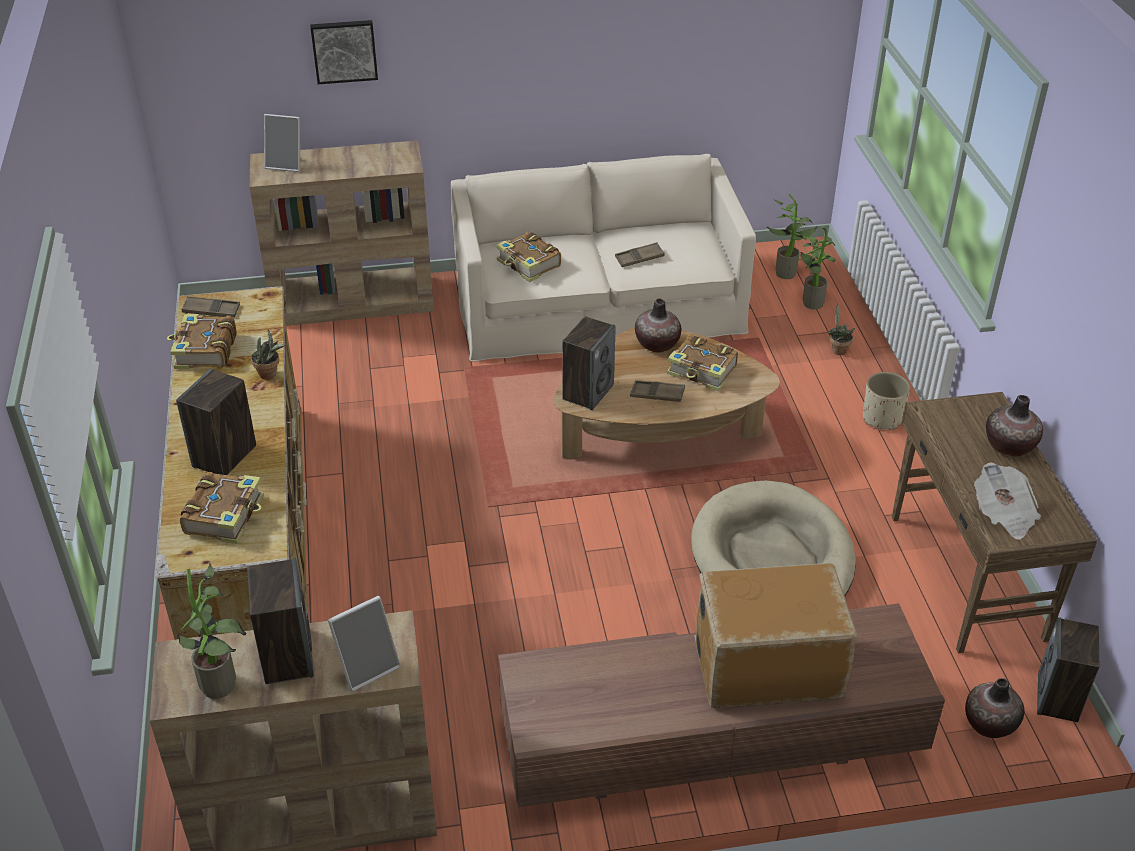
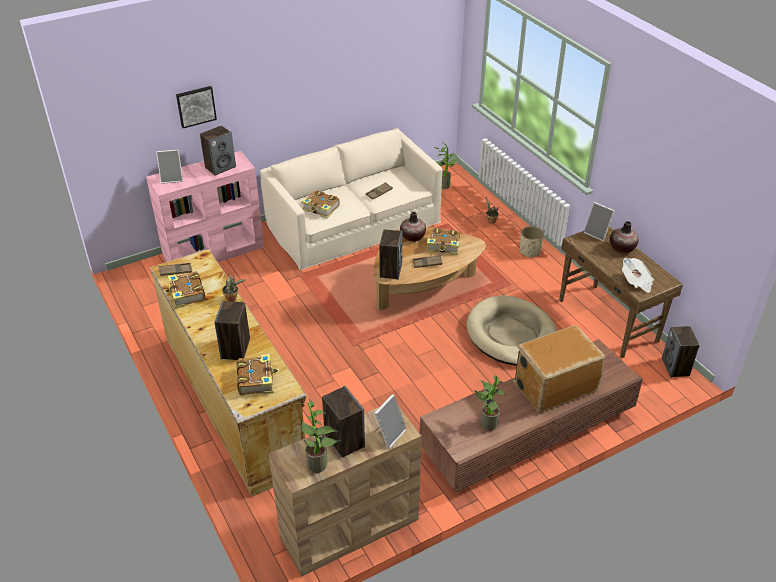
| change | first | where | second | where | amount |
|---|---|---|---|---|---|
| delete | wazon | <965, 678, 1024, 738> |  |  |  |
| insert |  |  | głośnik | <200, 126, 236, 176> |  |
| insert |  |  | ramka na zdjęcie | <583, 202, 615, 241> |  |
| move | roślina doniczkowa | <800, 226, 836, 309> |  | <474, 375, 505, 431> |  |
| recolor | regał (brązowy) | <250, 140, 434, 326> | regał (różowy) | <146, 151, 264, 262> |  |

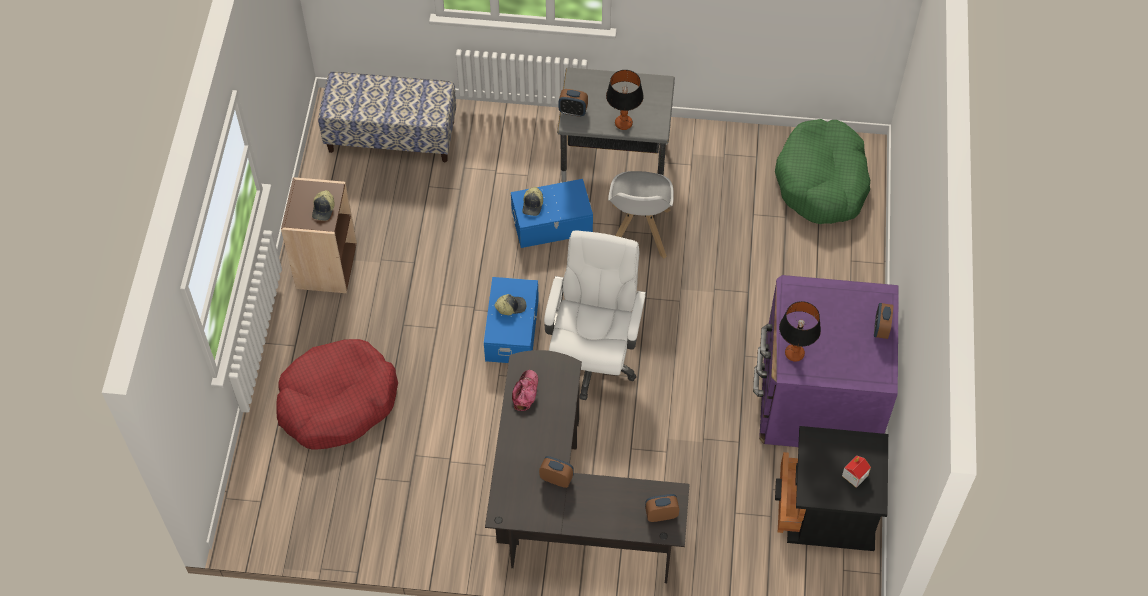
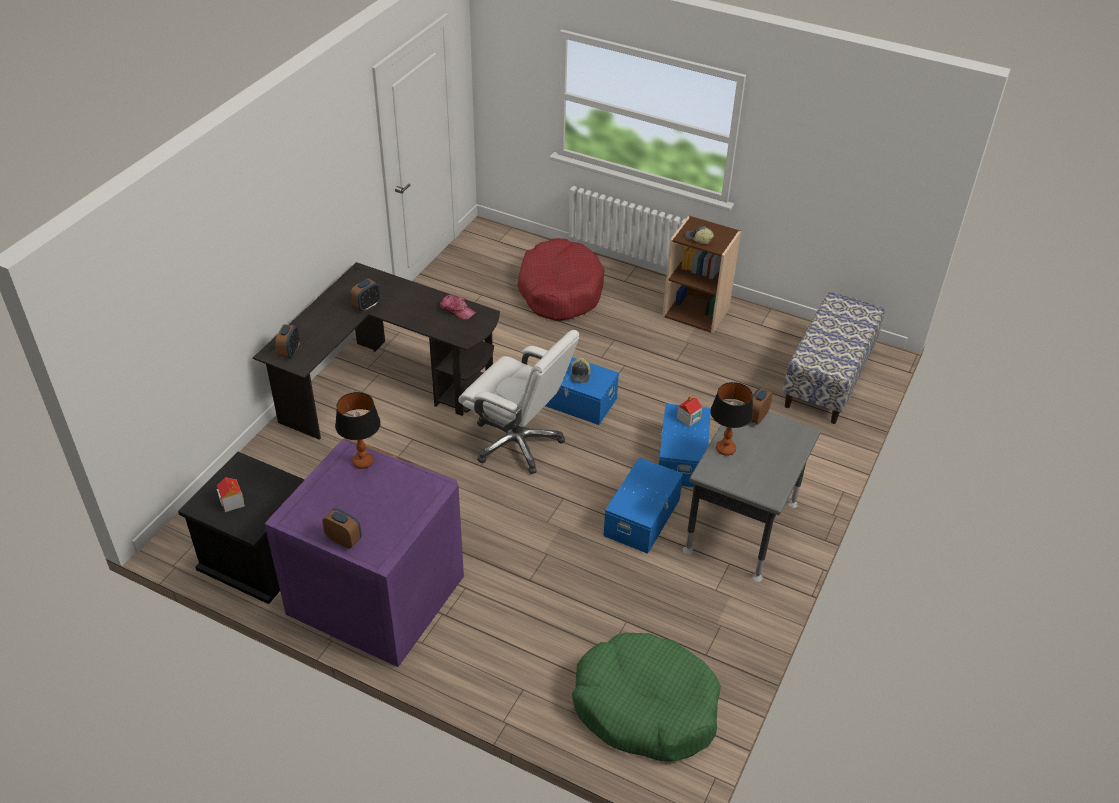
| change | first | where | second | where | amount |
|---|---|---|---|---|---|
| replace | czapka z daszkiem | <523, 187, 543, 216> | domek | <677, 395, 702, 427> |  |
| replace | krzesło | <608, 171, 674, 259> | pojemnik do przechowywania (niebieski) | <603, 457, 683, 554> |  |

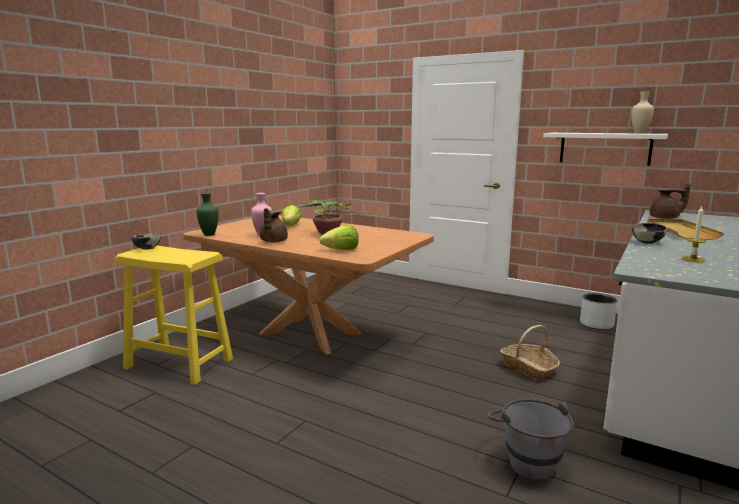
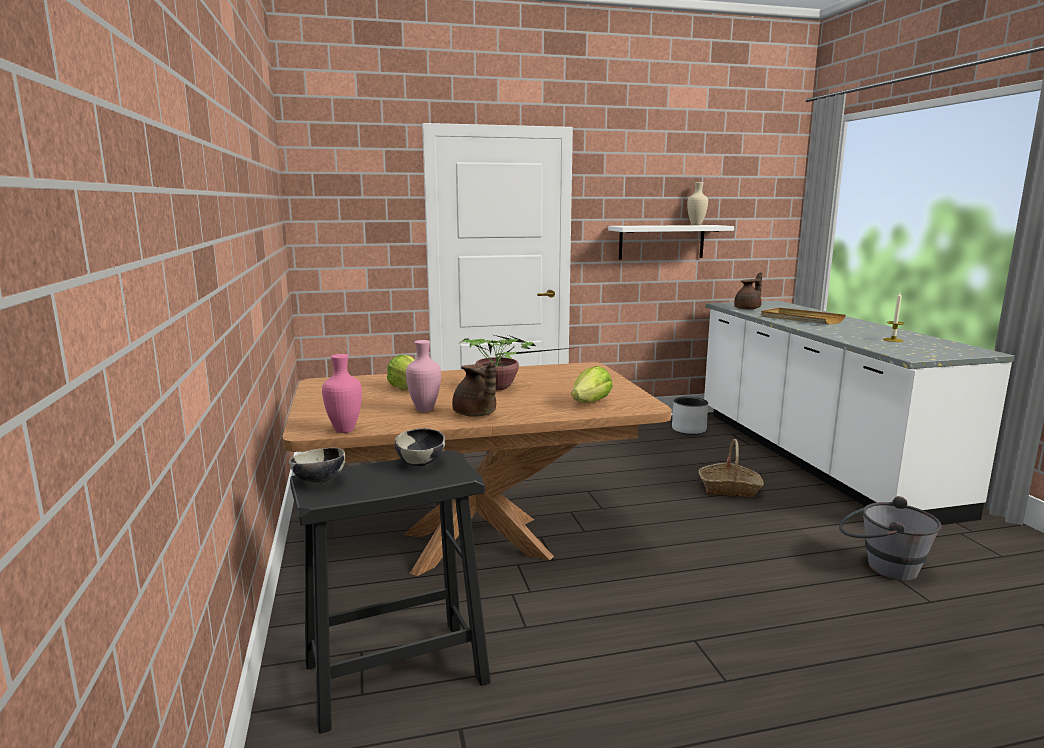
| change | first | where | second | where | amount |
|---|---|---|---|---|---|
| move | miska | <632, 223, 667, 244> |  | <395, 428, 445, 466> |  |
| recolor | stołek (żółty) | <115, 246, 233, 385> | stołek (czarny) | <290, 451, 491, 734> |  |
| recolor | wazon (zielony) | <197, 193, 219, 236> | wazon (różowy) | <322, 354, 362, 433> |  |

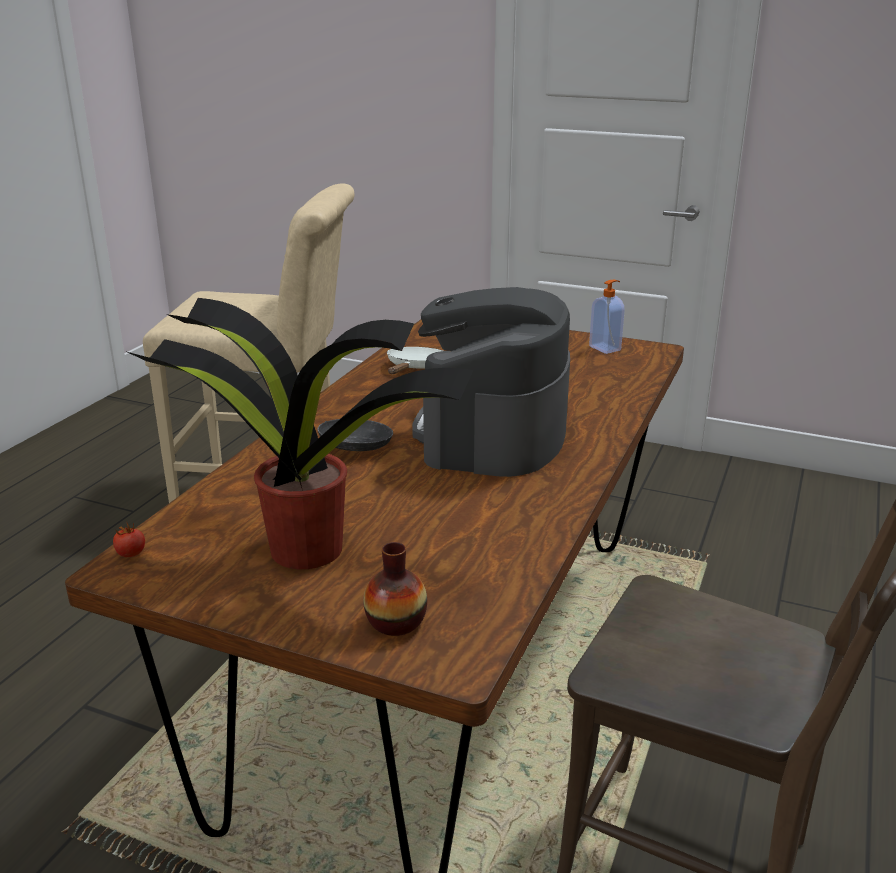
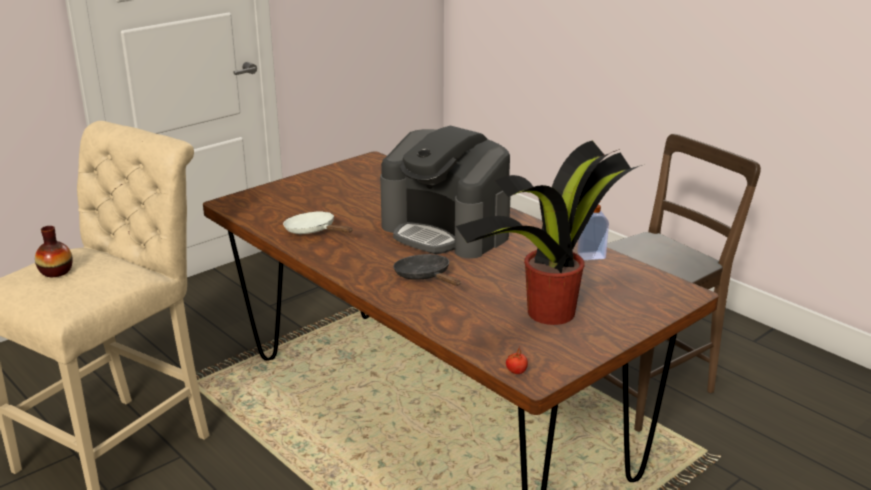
| change | first | where | second | where | amount |
|---|---|---|---|---|---|
| move | wazon | <363, 542, 427, 636> |  | <35, 226, 73, 277> |  |
| move | dozownik mydła | <589, 280, 625, 354> |  | <577, 204, 609, 260> |  |

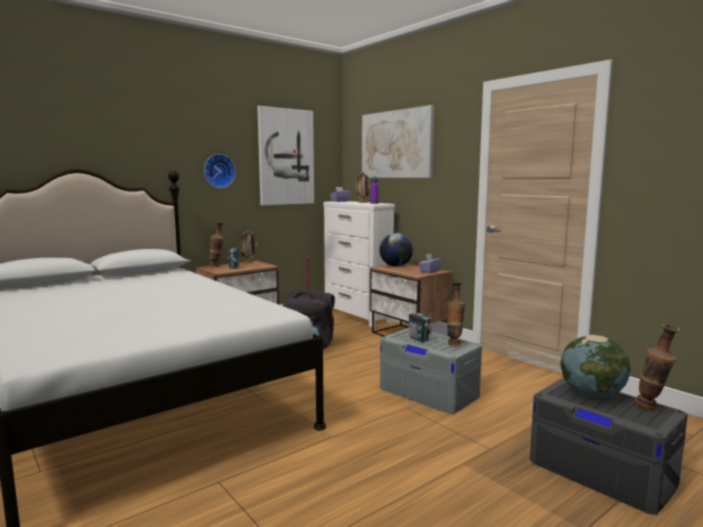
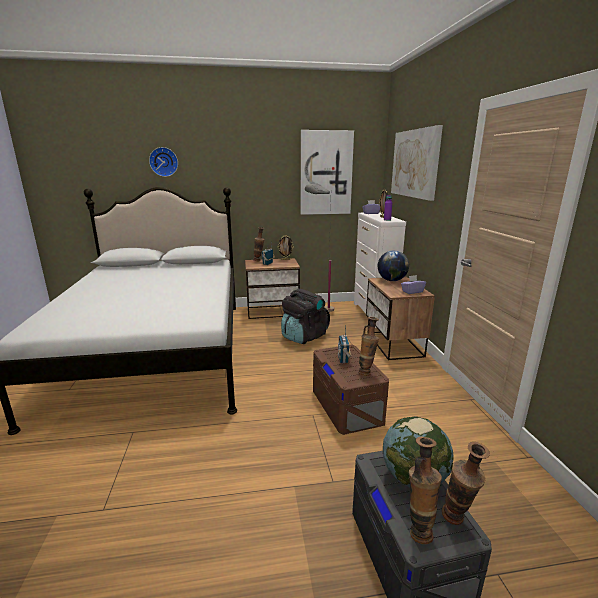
| change | first | where | second | where | amount |
|---|---|---|---|---|---|
| insert |  |  | wazon | <409, 436, 442, 544> |  |
| move | zegar ścienny | <204, 154, 236, 188> |  | <149, 147, 178, 177> |  |
| recolor | pojemnik do przechowywania (szary) | <380, 328, 482, 414> | pojemnik do przechowywania (brązowy) | <313, 345, 389, 435> |  |

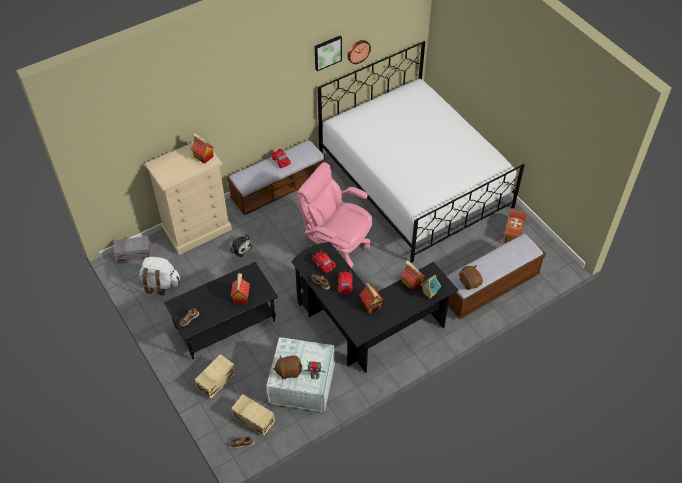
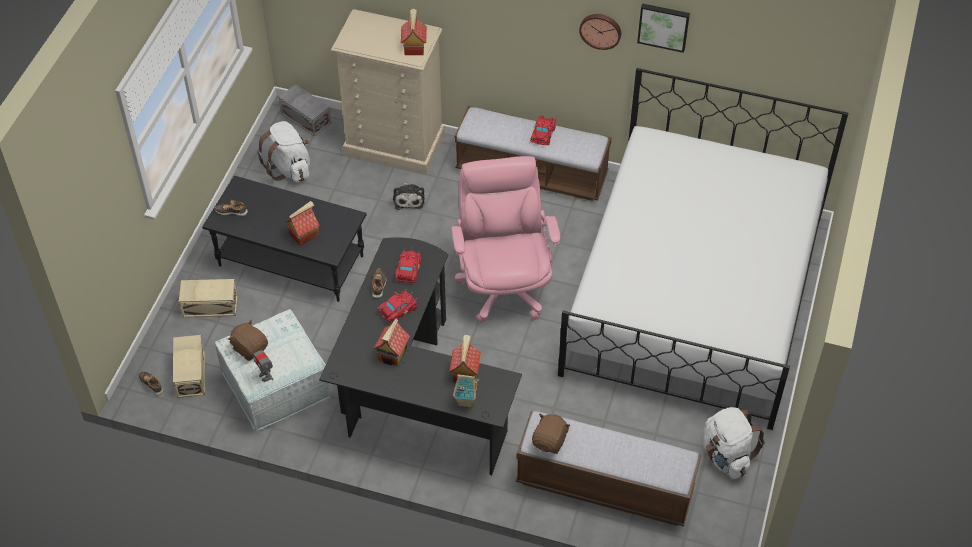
| change | first | where | second | where | amount |
|---|---|---|---|---|---|
| move | zegar ścienny | <347, 40, 371, 64> |  | <579, 14, 621, 50> |  |
| replace | pojemnik do przechowywania (brązowy) | <502, 209, 527, 244> | plecak (biały) | <703, 407, 765, 479> |  |

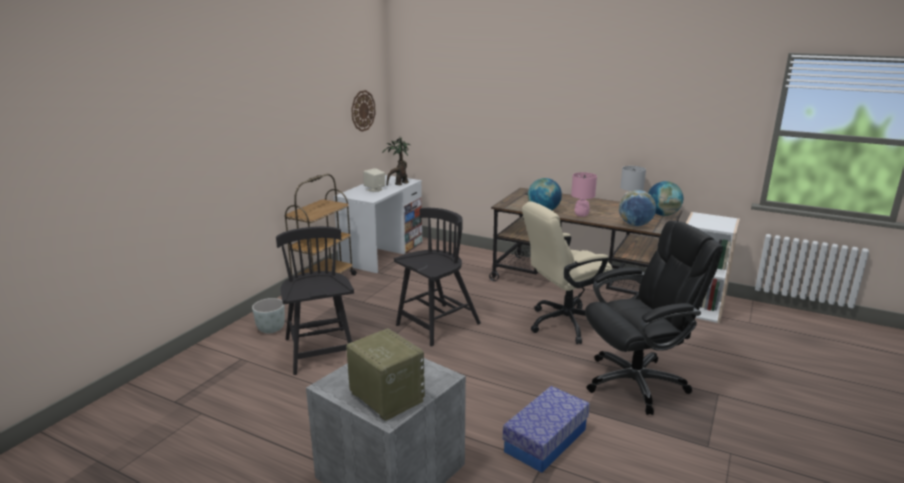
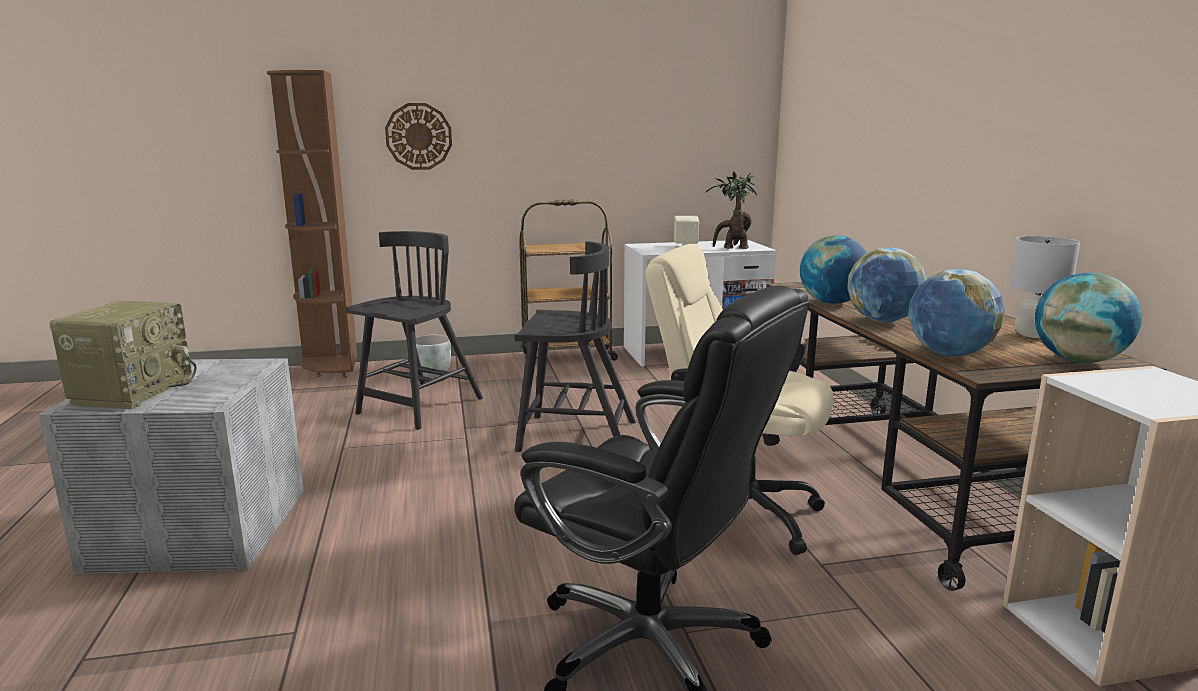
| change | first | where | second | where | amount |
|---|---|---|---|---|---|
| delete | pojemnik do przechowywania | <502, 386, 590, 473> |  |  |  |
| insert |  |  | regał (brązowy) | <267, 70, 357, 378> |  |
| move | zegar ścienny | <351, 90, 376, 132> |  | <385, 103, 452, 170> |  |
| replace | lampa stołowa (różowy) | <571, 172, 597, 217> | globus | <847, 247, 927, 322> |  |

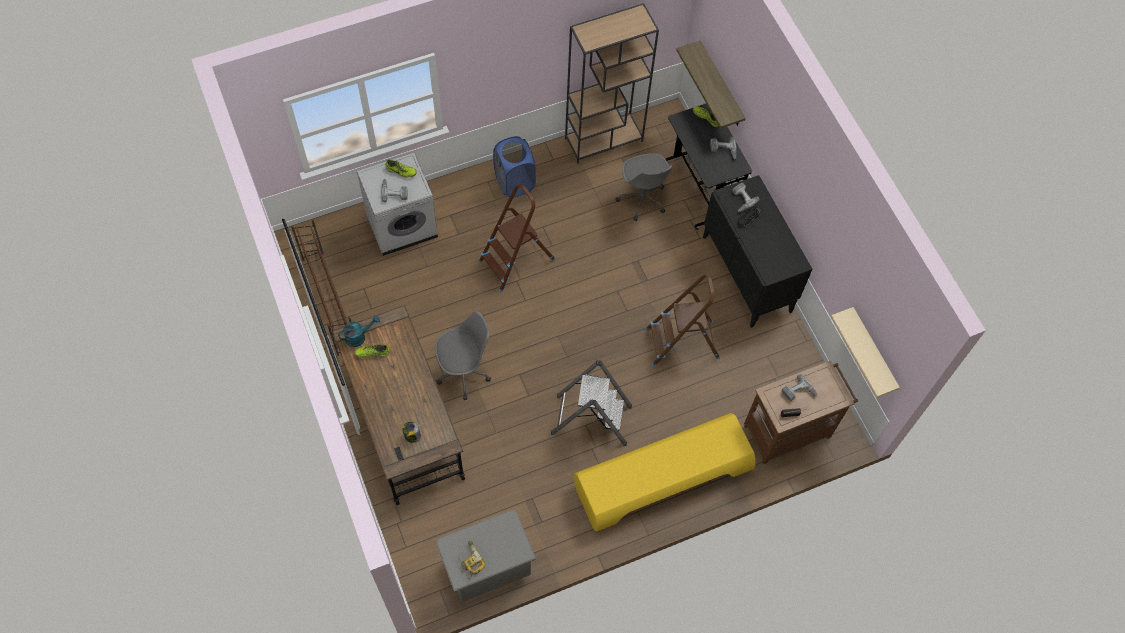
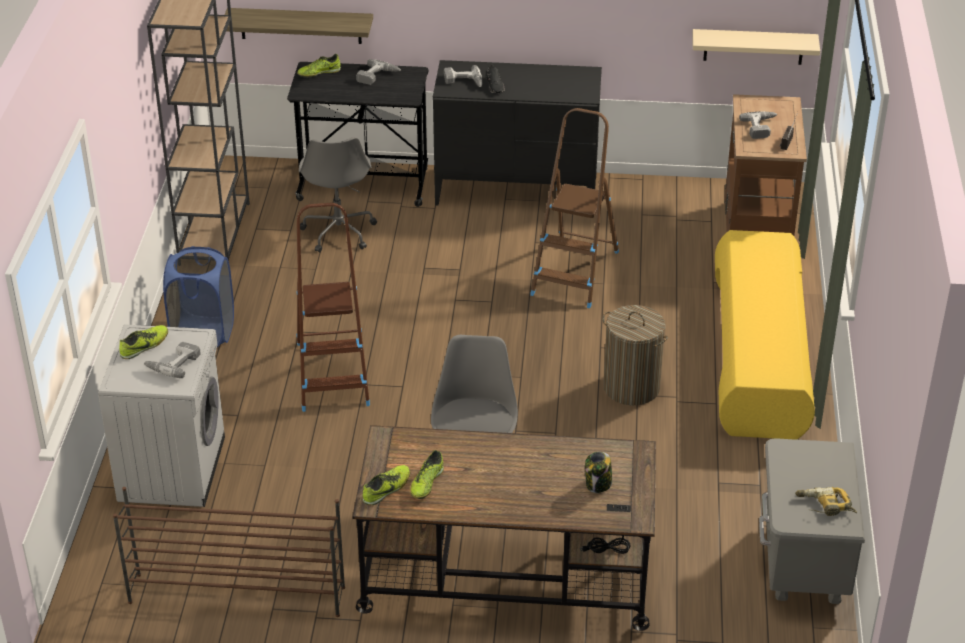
| change | first | where | second | where | amount |
|---|---|---|---|---|---|
| replace | konewka (turkusowy) | <338, 315, 380, 347> | but | <363, 465, 410, 505> |  |
| replace | drabinka (szary) | <551, 360, 632, 446> | kosz na pranie | <603, 305, 668, 405> |  |
| rotate | krzesło biurowe (szary) | <616, 153, 673, 221> |  | <299, 137, 377, 252> | 75 degrees clockwise |

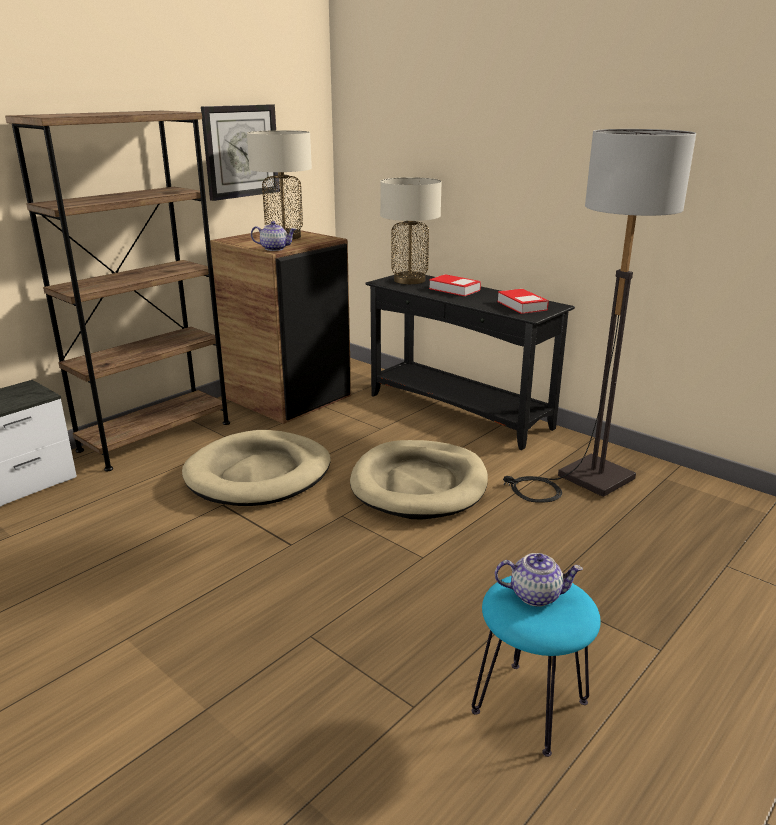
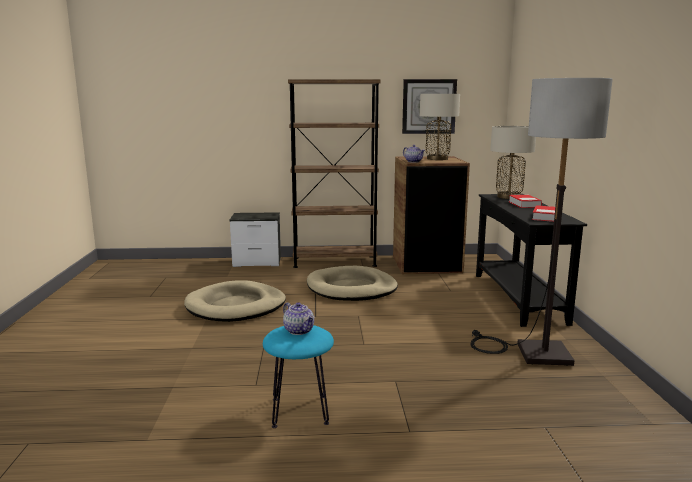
| change | first | where | second | where | amount |
|---|---|---|---|---|---|
| move | legowisko (beżowy) | <350, 440, 488, 520> |  | <184, 280, 286, 322> |  |

